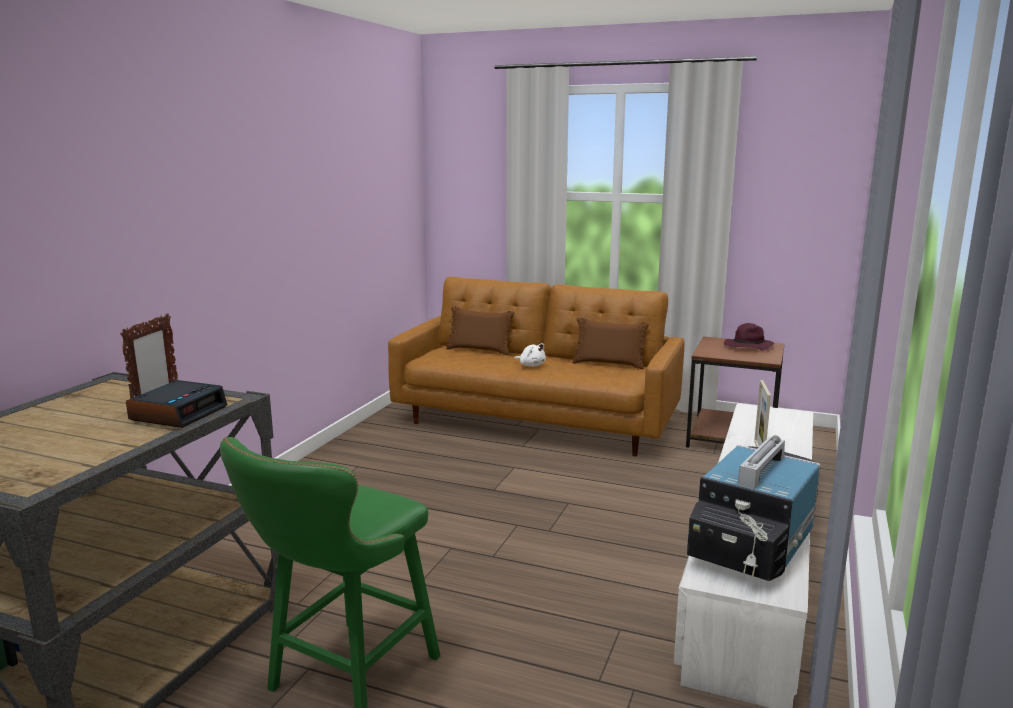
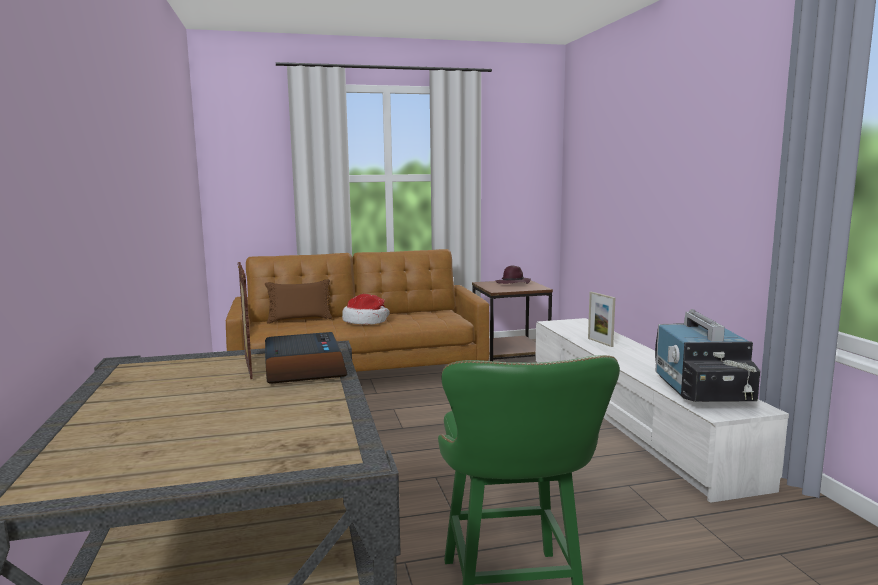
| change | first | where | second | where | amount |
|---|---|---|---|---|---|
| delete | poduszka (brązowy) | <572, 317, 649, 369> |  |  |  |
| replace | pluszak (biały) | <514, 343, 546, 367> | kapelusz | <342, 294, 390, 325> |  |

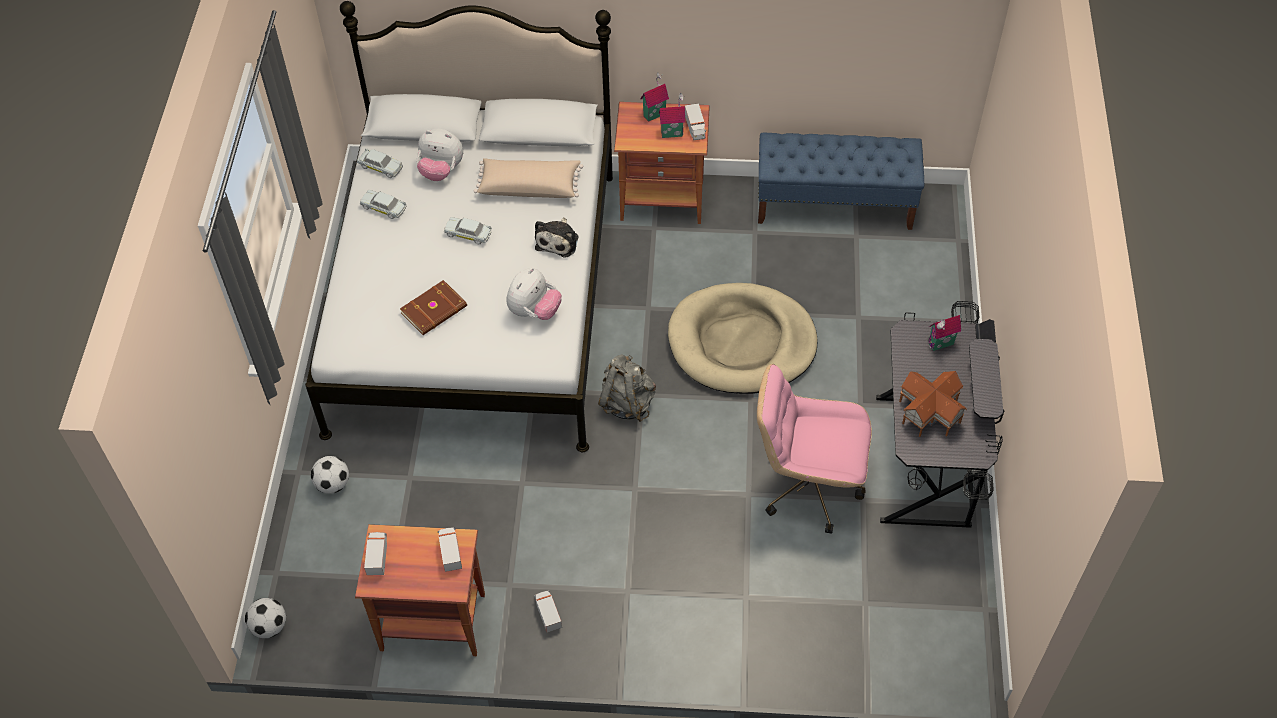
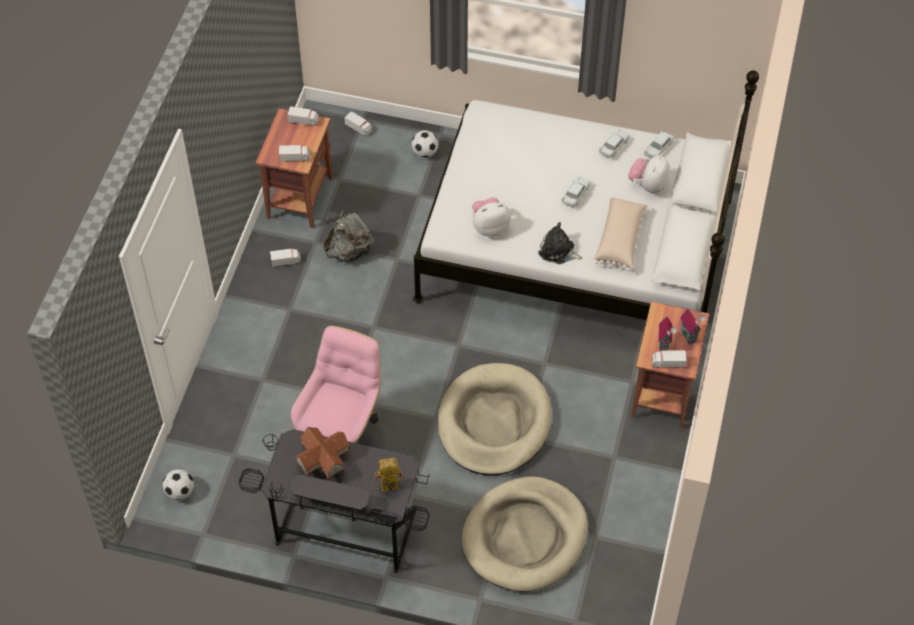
| change | first | where | second | where | amount |
|---|---|---|---|---|---|
| delete | książka (brązowy) | <400, 280, 467, 335> |  |  |  |
| delete | ławka (niebieski) | <758, 133, 924, 230> |  |  |  |
| insert |  |  | ciężarówka zabawkowa | <344, 111, 372, 136> |  |
| insert |  |  | legowisko (beżowy) | <462, 476, 588, 592> |  |
| move | piłka futbolowa | <245, 598, 286, 638> |  | <163, 469, 194, 500> |  |
| move | plecak (szary) | <598, 354, 656, 422> |  | <323, 210, 374, 262> |  |
| replace | domek | <928, 315, 961, 351> | robot zabawkowy | <373, 458, 404, 491> |  |
| rotate | pluszak | <507, 268, 562, 320> |  | <472, 197, 511, 237> | 120 degrees clockwise |

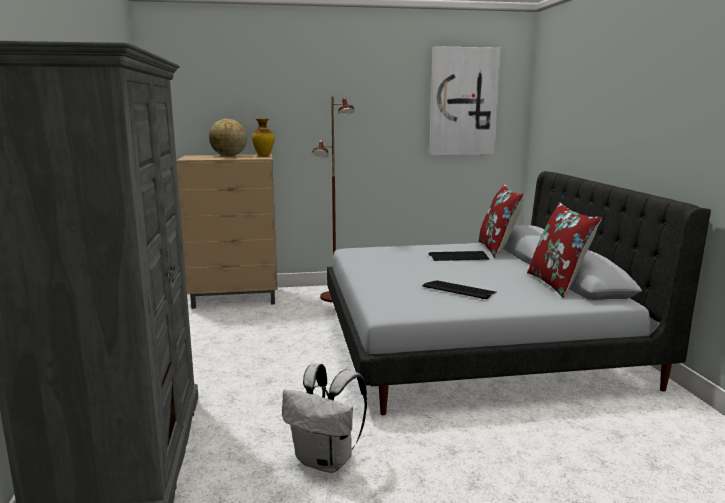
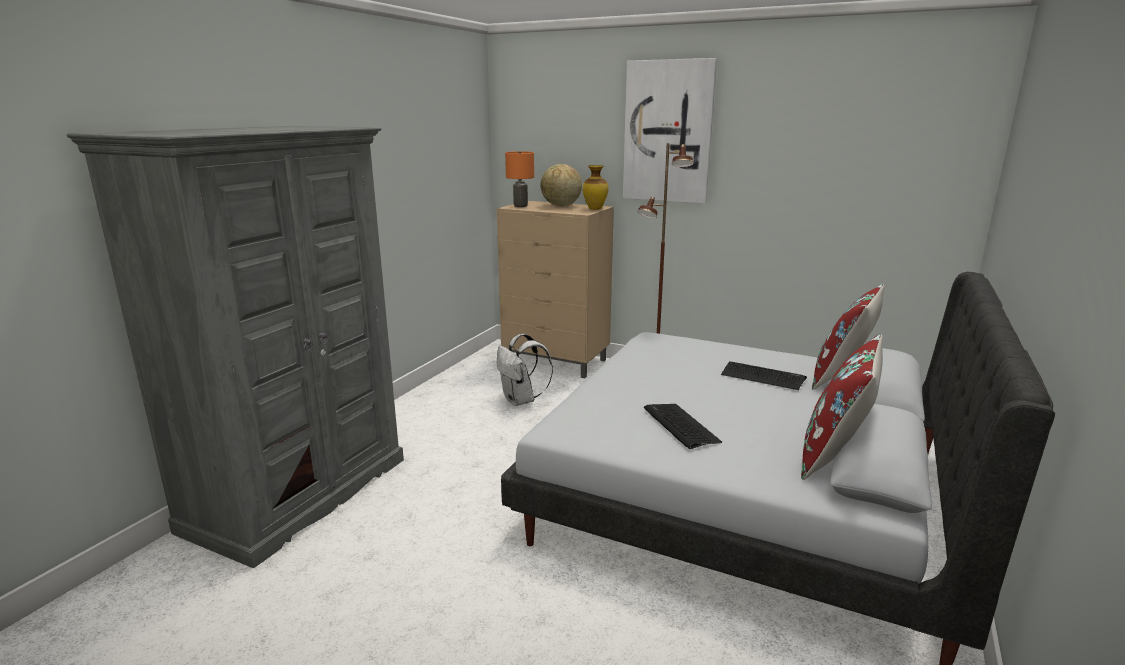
| change | first | where | second | where | amount |
|---|---|---|---|---|---|
| insert |  |  | lampa stołowa (pomarańczowy) | <505, 151, 534, 207> |  |
| move | plecak (biały) | <282, 363, 367, 473> |  | <497, 334, 553, 406> |  |
| move | obraz | <429, 46, 501, 155> |  | <623, 58, 717, 204> |  |

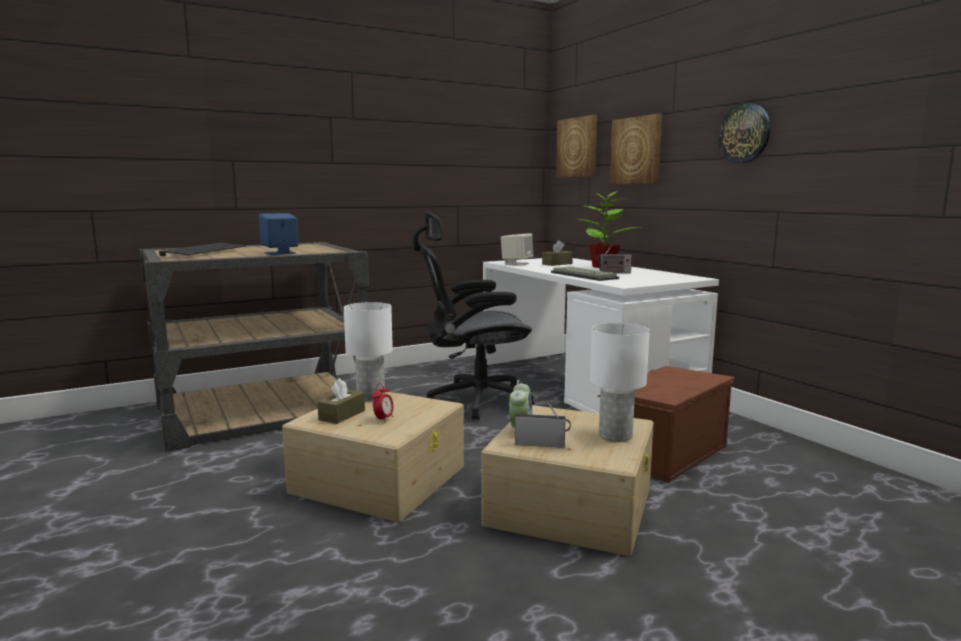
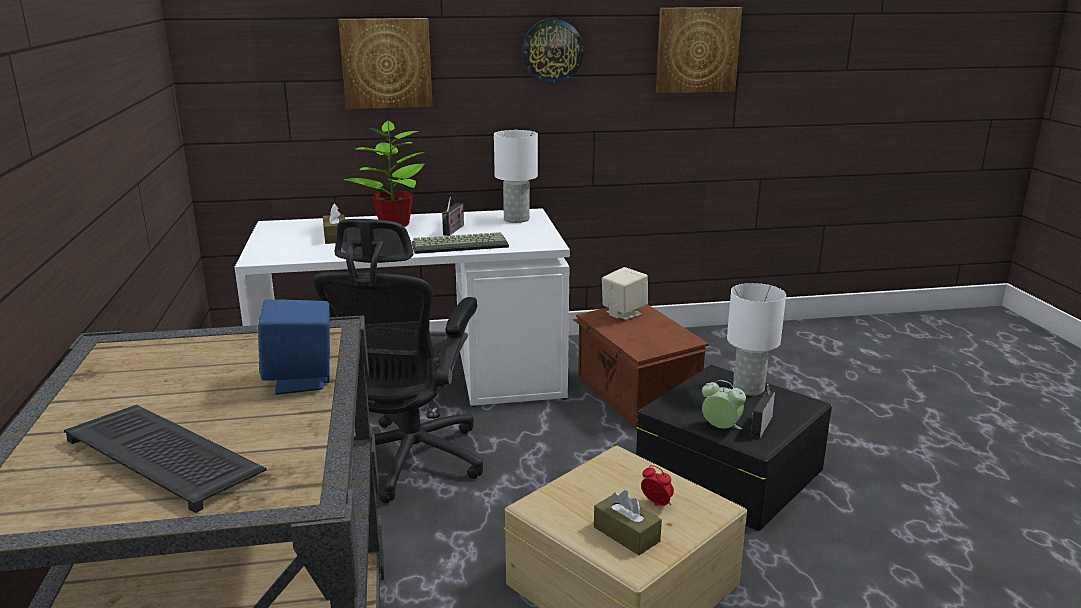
| change | first | where | second | where | amount |
|---|---|---|---|---|---|
| move | lampa stołowa (biały) | <344, 302, 393, 401> |  | <494, 130, 538, 223> |  |
| move | głośnik (beżowy) | <501, 233, 533, 266> |  | <602, 267, 648, 320> |  |
| move | obraz | <556, 115, 597, 178> |  | <656, 7, 742, 94> |  |
| recolor | pojemnik do przechowywania (beżowy) | <480, 405, 654, 556> | pojemnik do przechowywania (czarny) | <636, 365, 832, 531> |  |

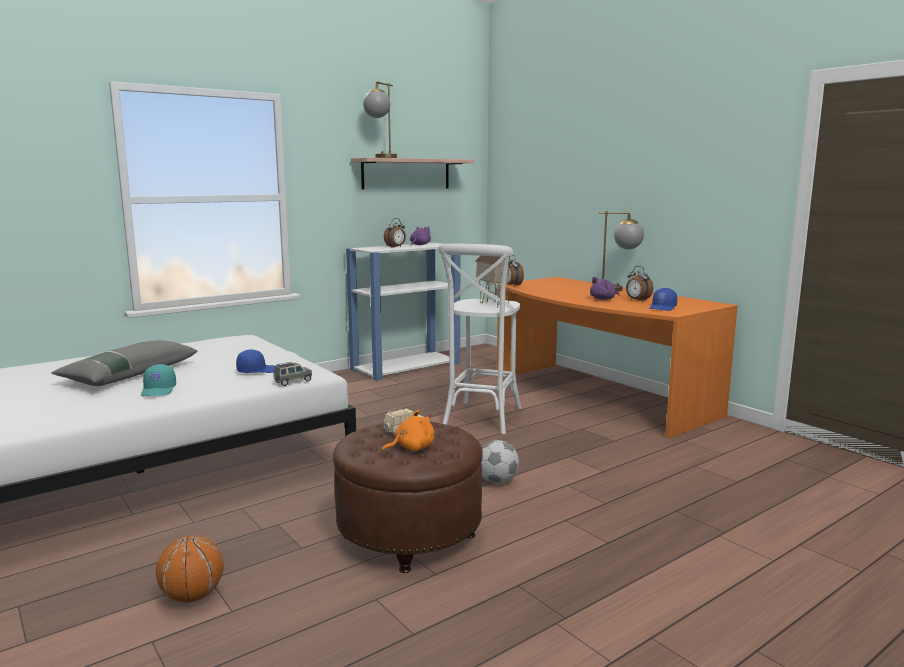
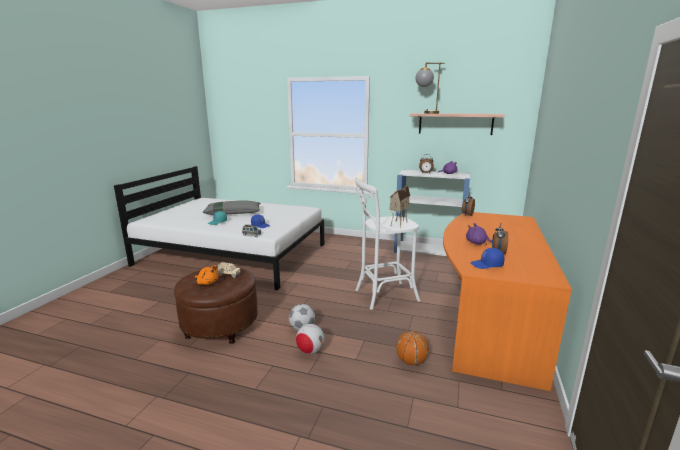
| change | first | where | second | where | amount |
|---|---|---|---|---|---|
| delete | lampa stołowa | <599, 211, 644, 292> |  |  |  |
| insert |  |  | piłka futbolowa | <296, 324, 325, 354> |  |
| move | piłka do koszykówki | <156, 535, 224, 603> |  | <396, 331, 429, 365> |  |

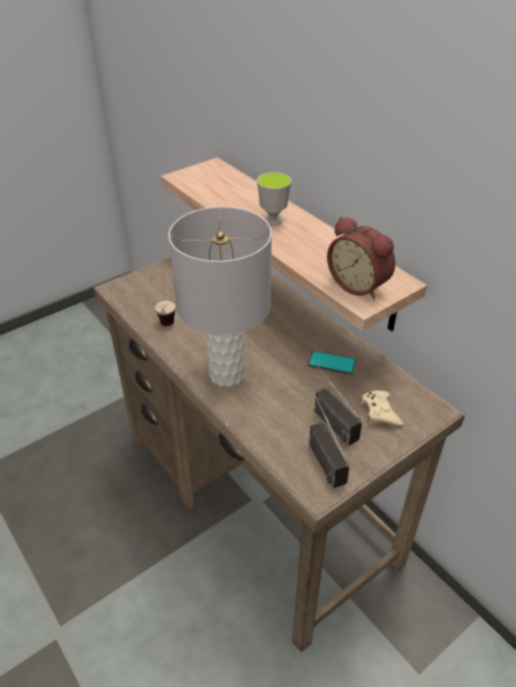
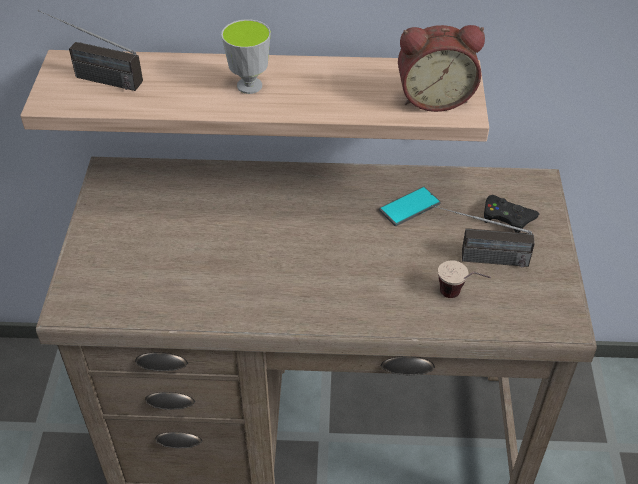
| change | first | where | second | where | amount |
|---|---|---|---|---|---|
| delete | lampa stołowa (szary) | <168, 206, 272, 387> |  |  |  |
| move | filiżanka | <155, 301, 176, 326> |  | <438, 260, 491, 298> |  |
| move | radio | <309, 385, 349, 488> |  | <38, 10, 143, 91> |  |
| recolor | pad do gier (beżowy) | <361, 390, 404, 426> | pad do gier (czarny) | <484, 195, 539, 232> |  |

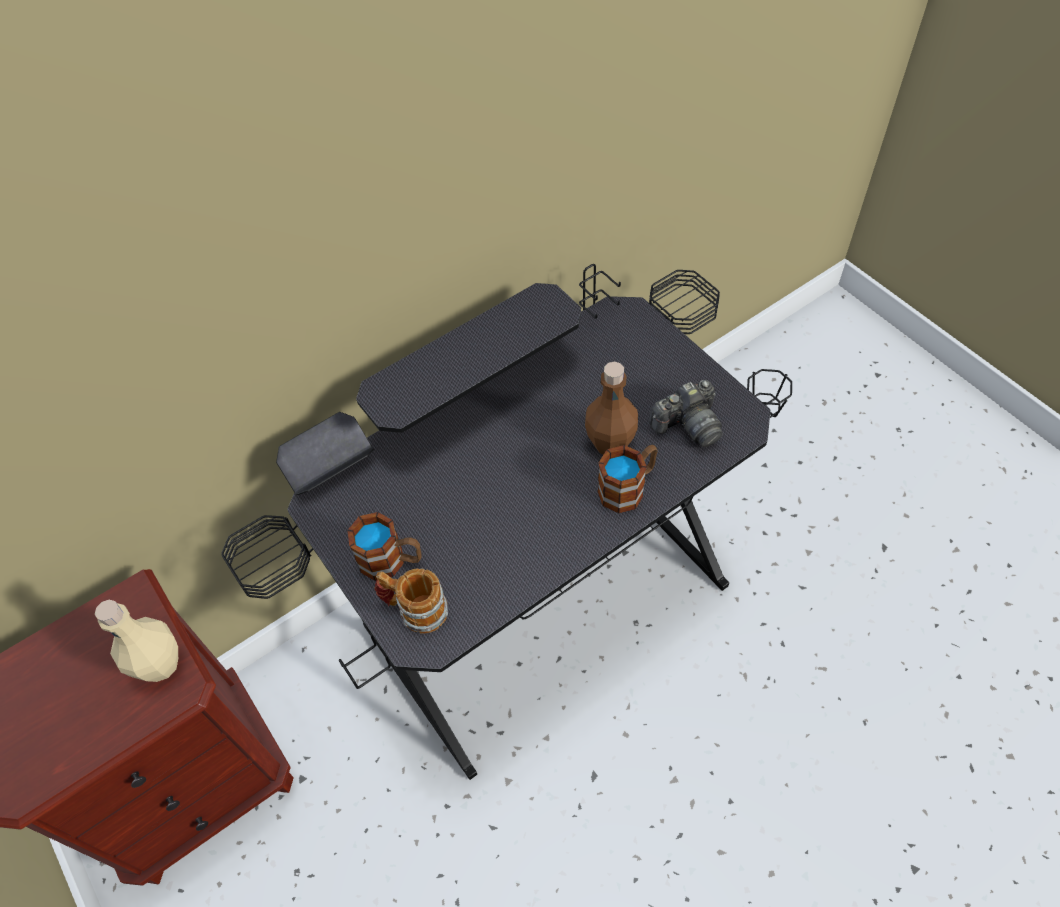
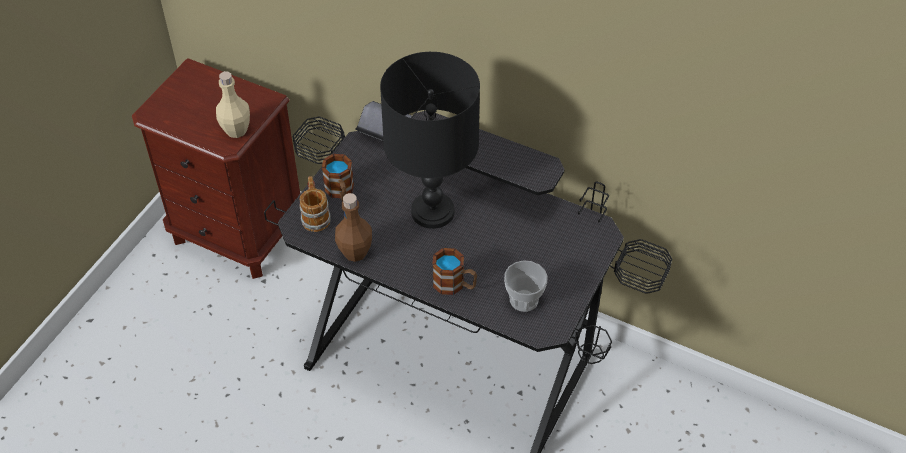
| change | first | where | second | where | amount |
|---|---|---|---|---|---|
| insert |  |  | lampa stołowa (czarny) | <380, 52, 480, 229> |  |
| move | butelka (brązowy) | <585, 362, 638, 455> |  | <335, 193, 372, 262> |  |
| replace | aparat fotograficzny | <649, 380, 723, 447> | filiżanka | <504, 260, 548, 312> |  |

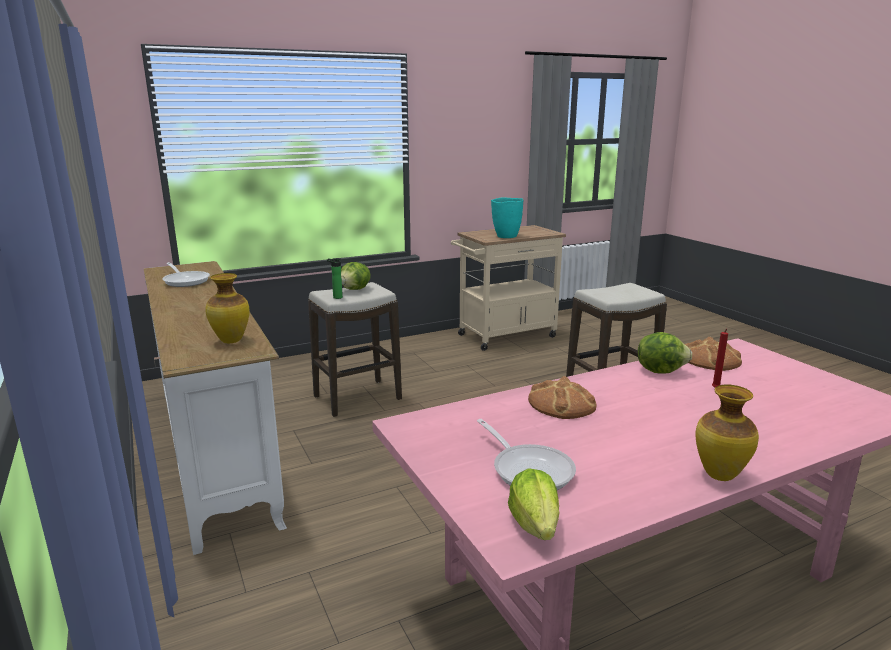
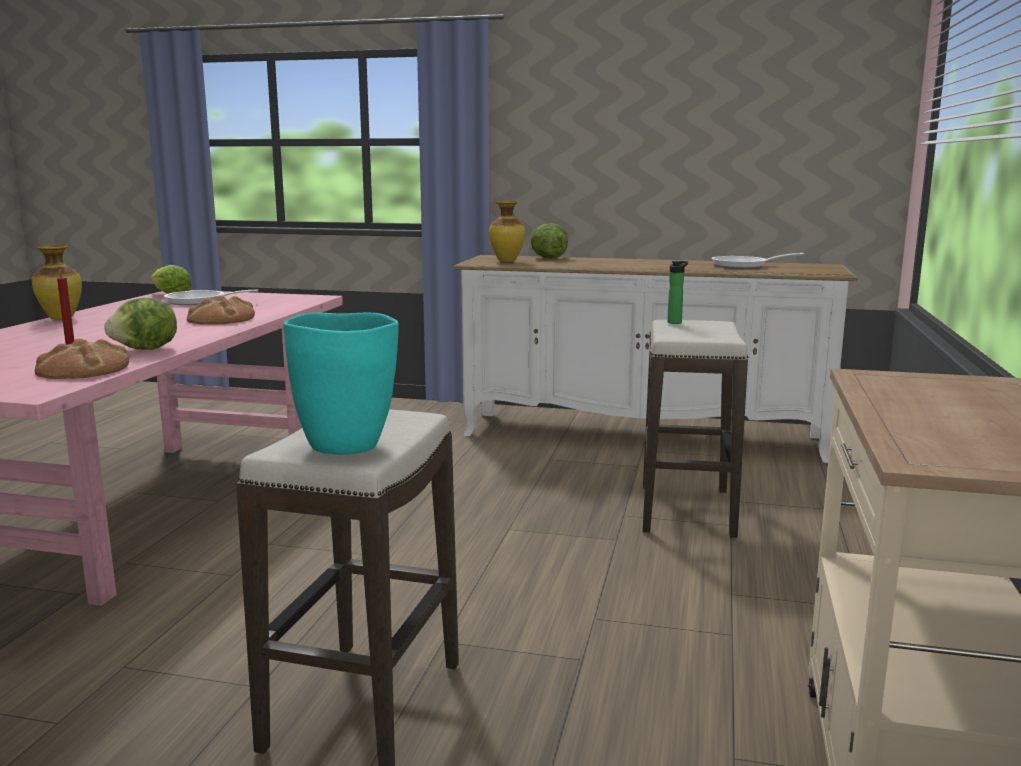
| change | first | where | second | where | amount |
|---|---|---|---|---|---|
| move | sałata | <341, 262, 371, 290> |  | <530, 223, 568, 258> |  |
| move | wazon (turkusowy) | <491, 197, 524, 238> |  | <283, 312, 399, 455> |  |

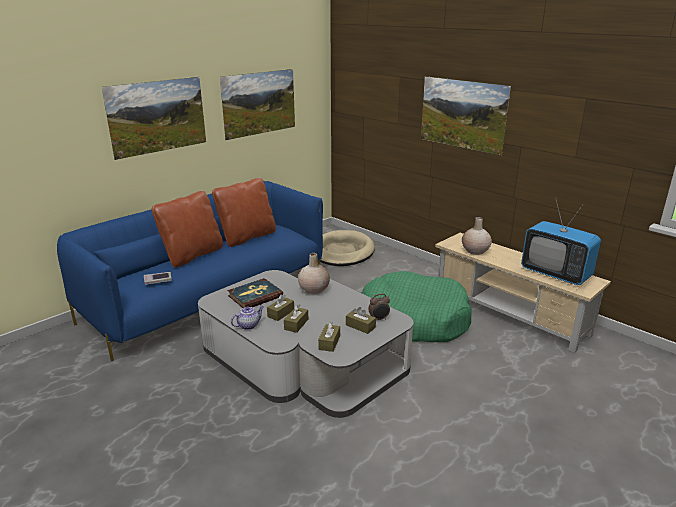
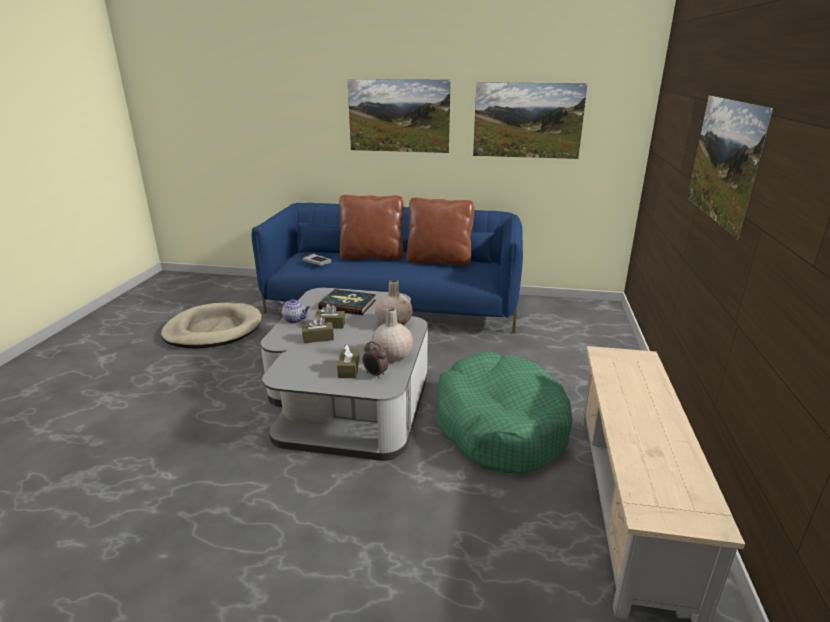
| change | first | where | second | where | amount |
|---|---|---|---|---|---|
| delete | pudełko chusteczek (brązowy) | <318, 321, 340, 352> |  |  |  |
| delete | telewizor | <521, 197, 601, 285> |  |  |  |
| move | legowisko (beżowy) | <320, 230, 375, 266> |  | <161, 302, 262, 349> |  |
| move | wazon (beżowy) | <462, 217, 492, 255> |  | <371, 307, 413, 362> |  |

